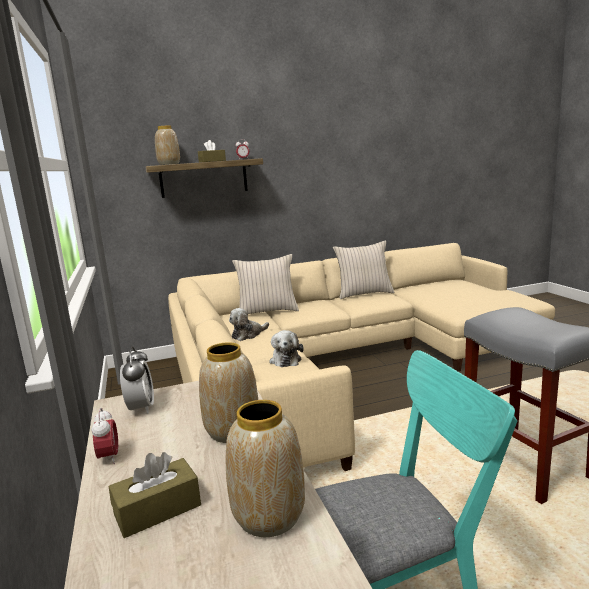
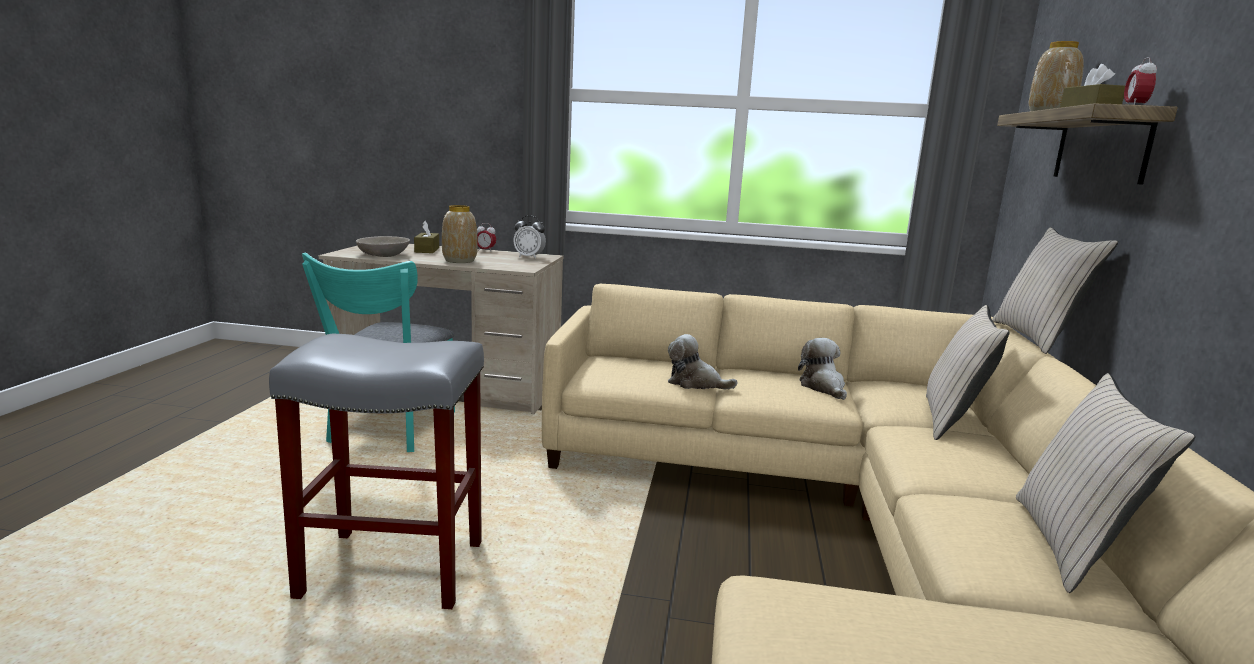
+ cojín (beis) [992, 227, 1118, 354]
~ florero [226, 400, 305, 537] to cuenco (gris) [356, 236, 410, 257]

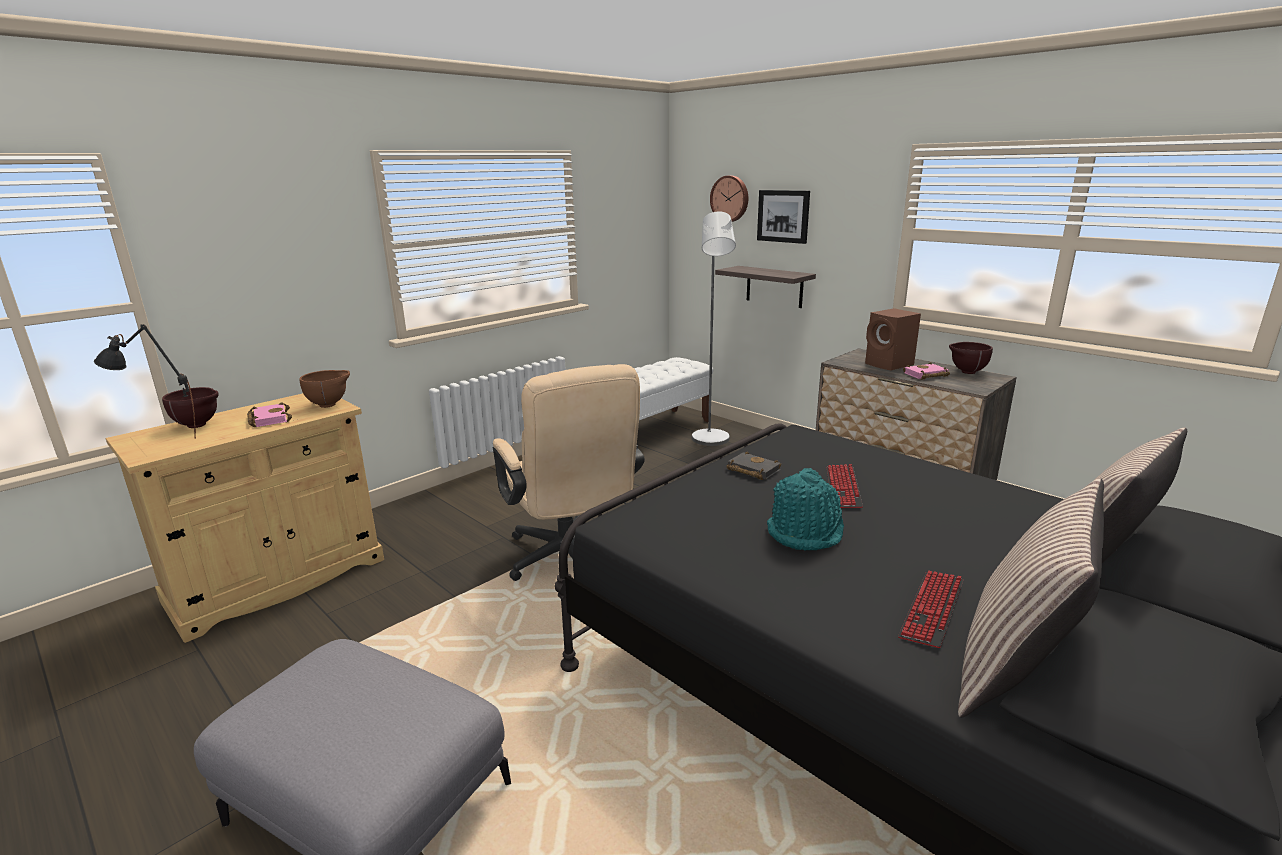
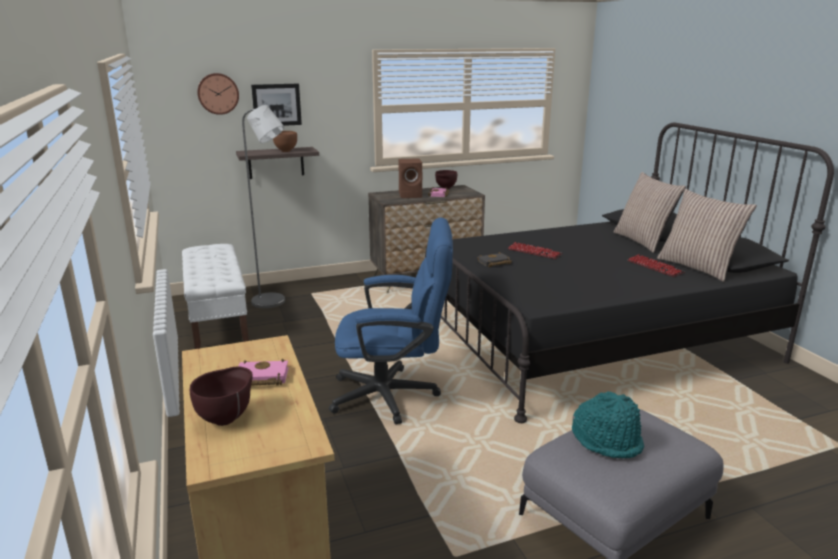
- lámpara de mesa (negro) [94, 324, 196, 439]
~ cuenco (marrón) [299, 370, 350, 408] to [273, 131, 297, 152]
~ sombrero (turquesa) [767, 468, 844, 550] to [572, 391, 644, 458]
~ silla de oficina (beis) [493, 364, 645, 581] to silla de oficina (azul) [329, 218, 453, 424]

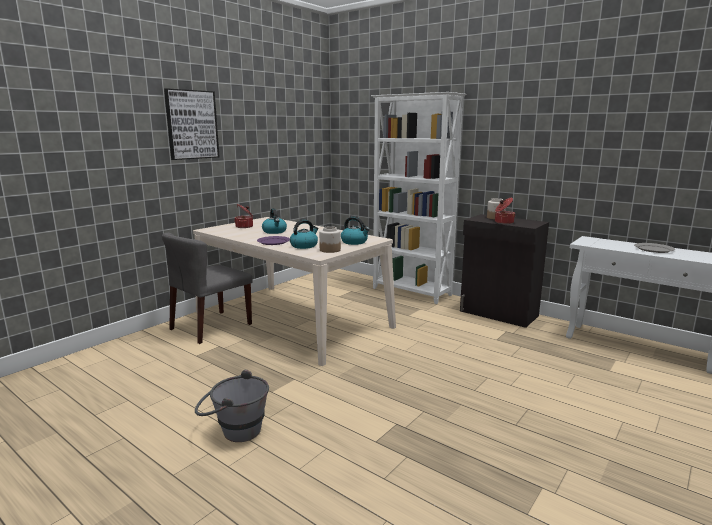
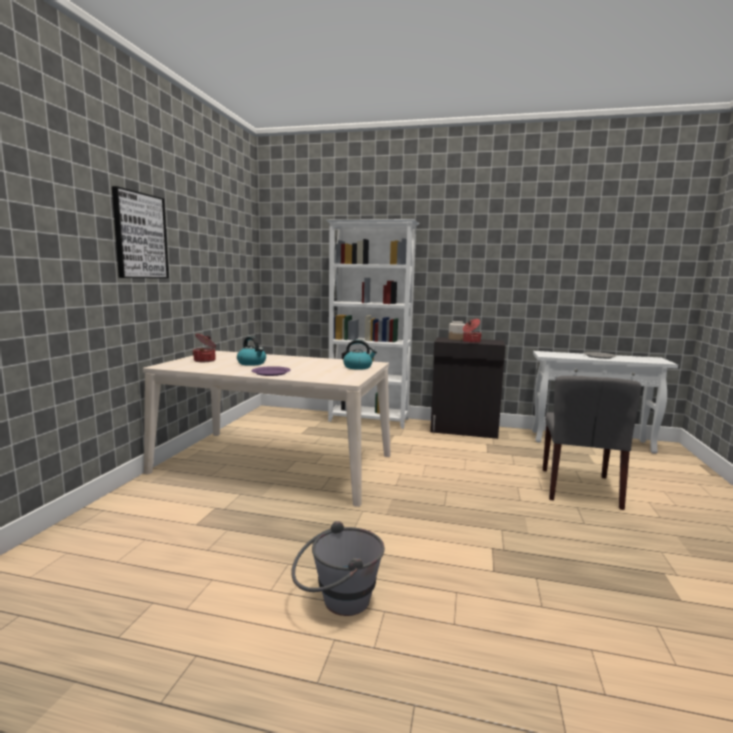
- hervidor [290, 220, 319, 249]
- tarro [319, 226, 341, 253]
~ silla (gris) [162, 233, 253, 344] to [543, 376, 641, 510]

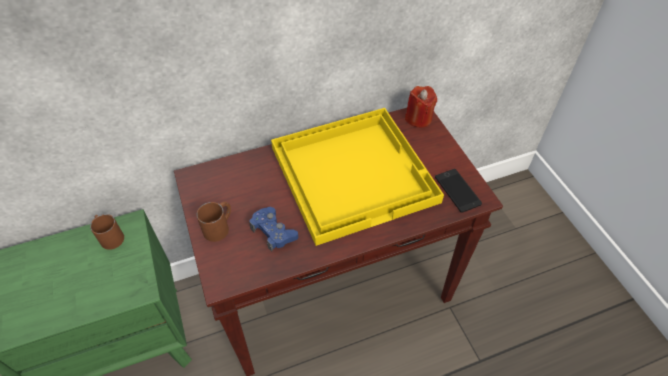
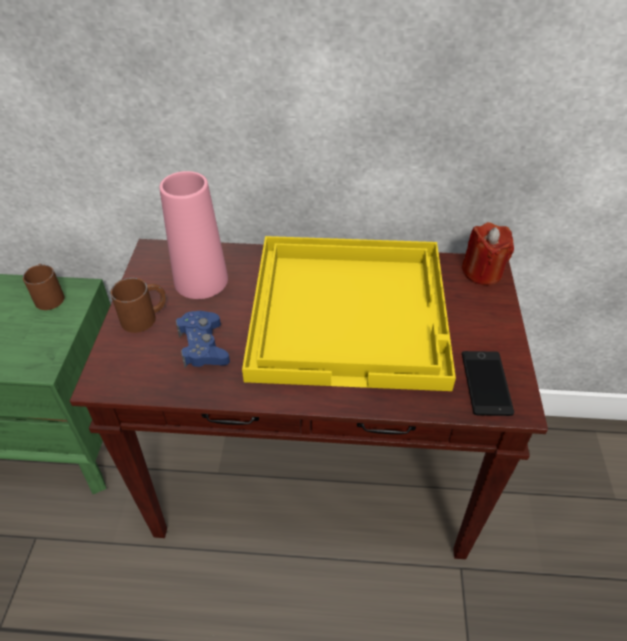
+ florero (rosa) [159, 171, 228, 299]

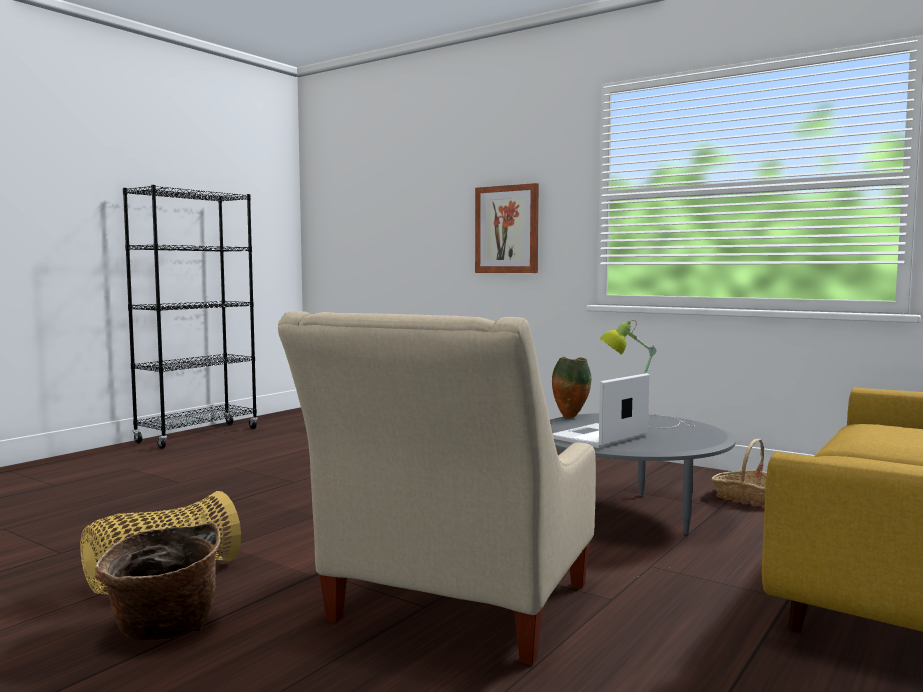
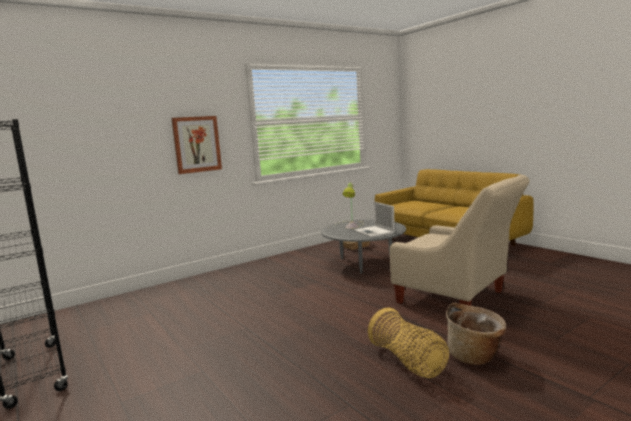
- florero [552, 357, 591, 418]

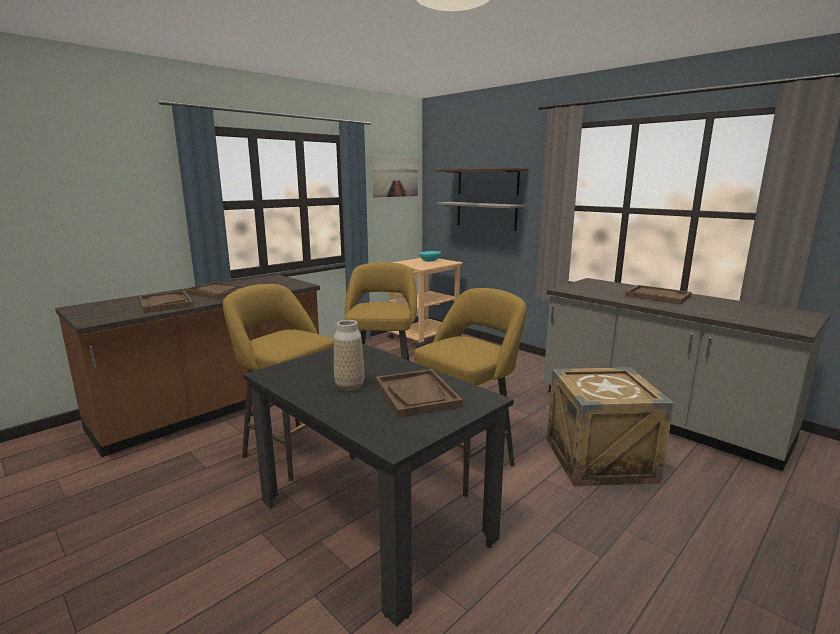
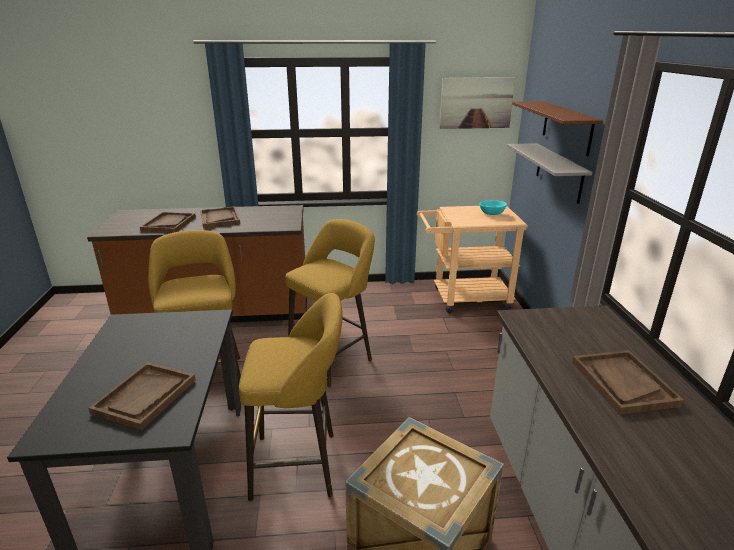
- florero [334, 320, 365, 391]

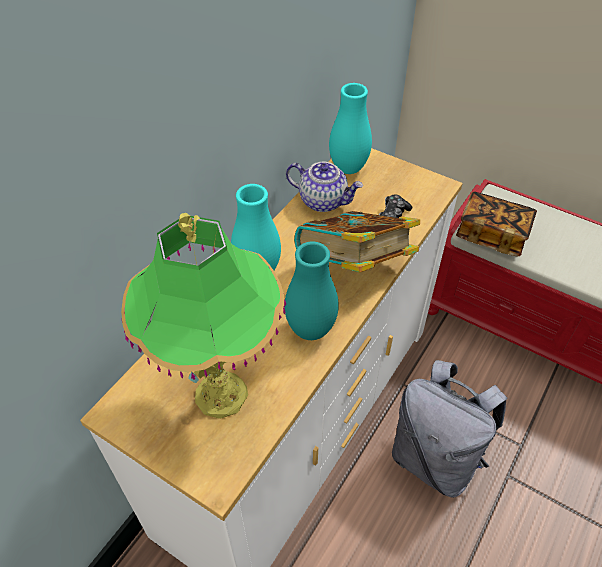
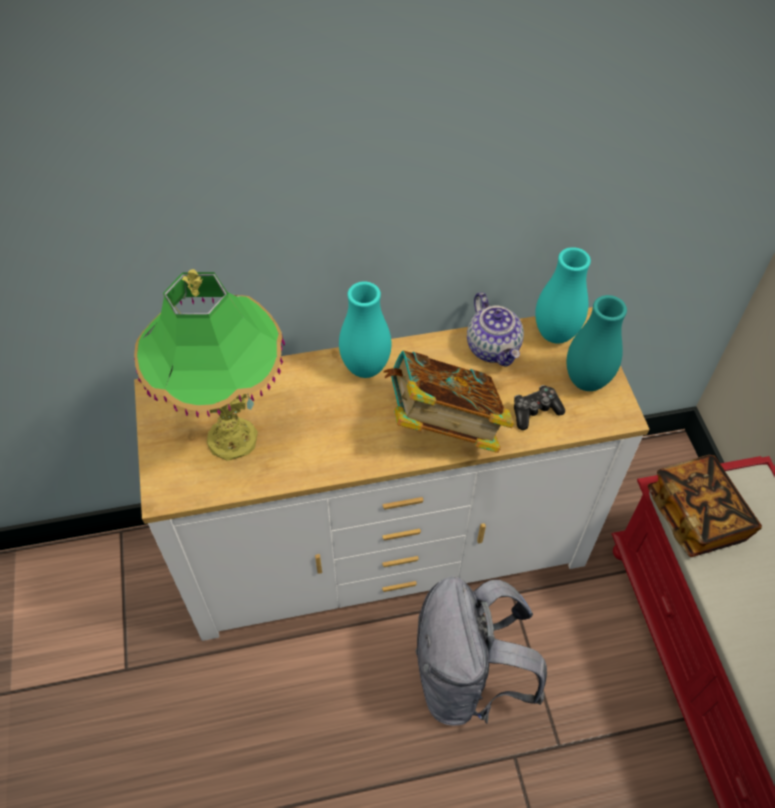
~ florero (turquesa) [284, 242, 339, 340] to [567, 295, 627, 391]

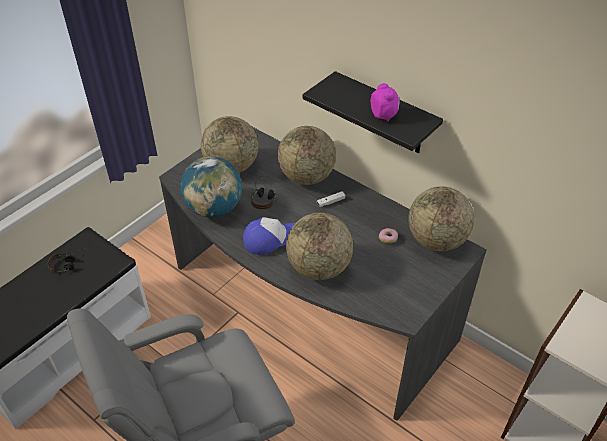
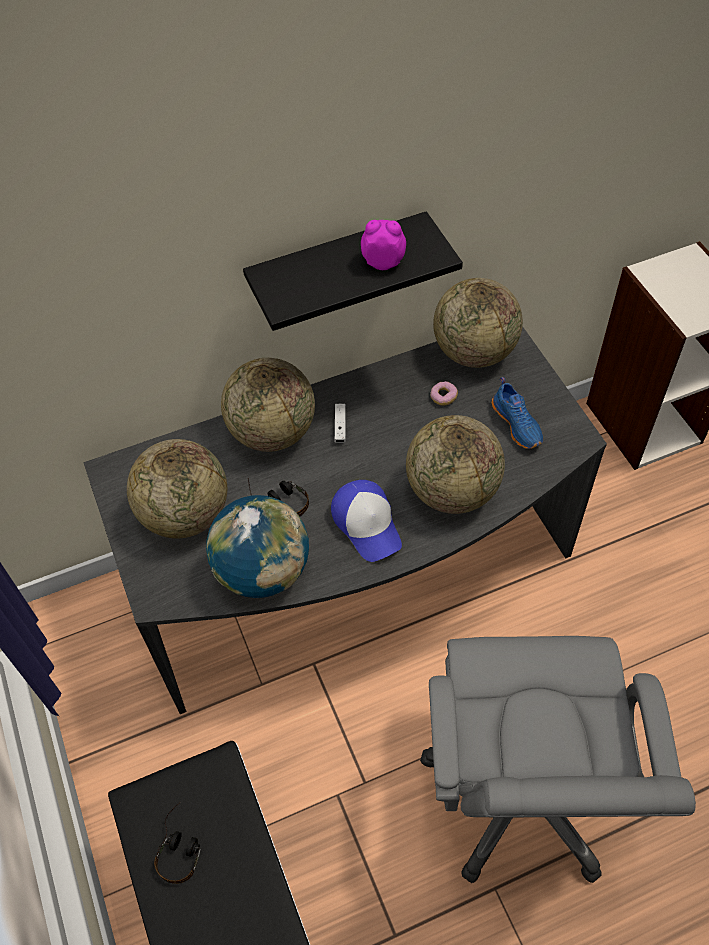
+ zapato (azul) [492, 377, 543, 449]
~ gorra [243, 217, 295, 255] = [331, 480, 402, 562] 150 degrees clockwise

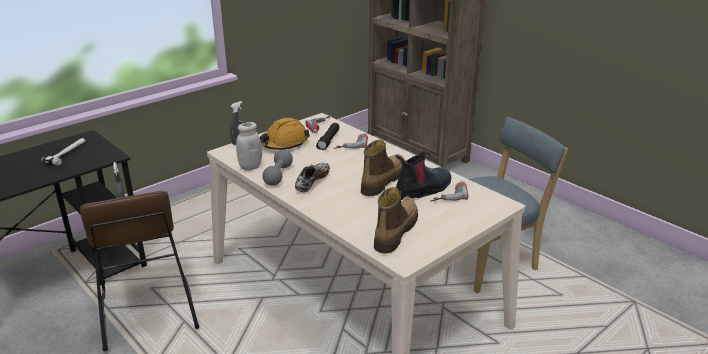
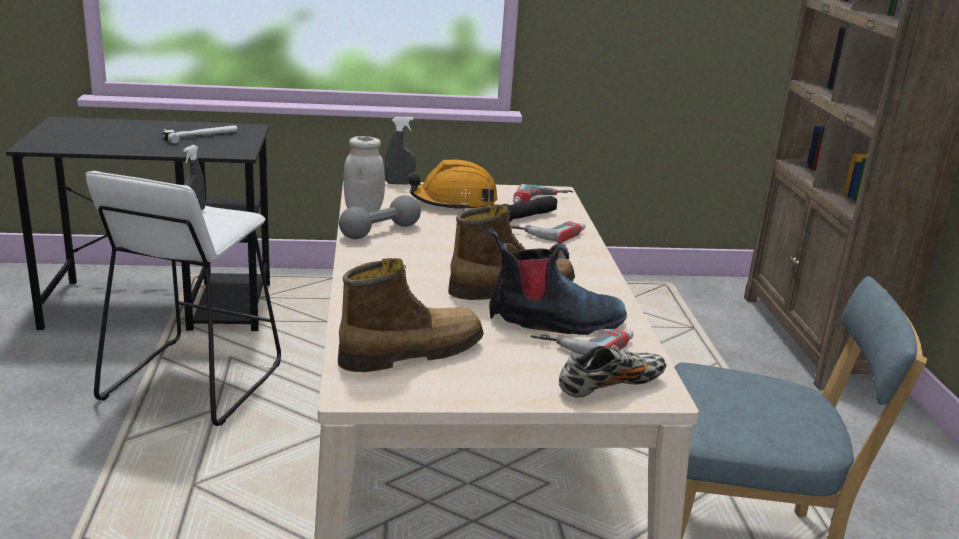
~ zapato [295, 163, 330, 192] to [559, 345, 666, 398]
~ taburete (marrón) [80, 190, 199, 352] to taburete (blanco) [86, 171, 281, 426]

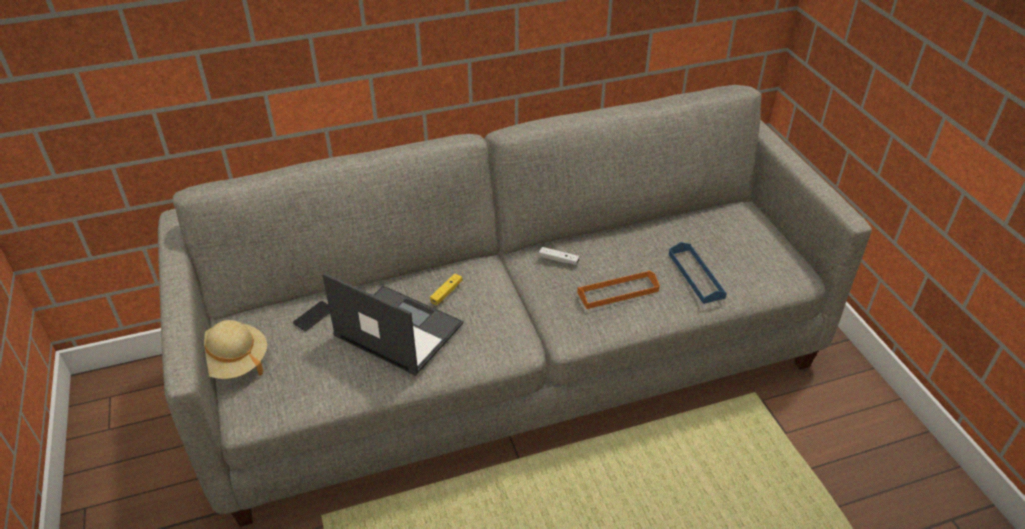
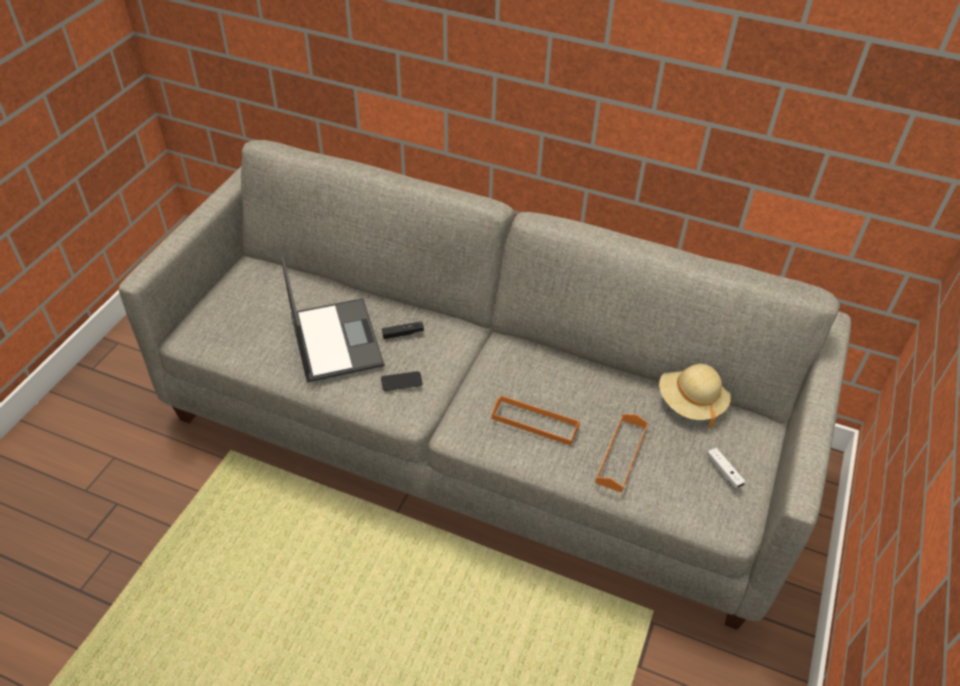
~ sombrero (beis) [204, 320, 267, 379] to [659, 364, 731, 428]
~ móvil [293, 301, 330, 331] to [381, 371, 423, 391]
~ mando de consola (blanco) [539, 247, 579, 265] to [707, 448, 746, 488]
~ mando de consola (amarillo) [430, 273, 463, 305] to mando de consola (negro) [382, 321, 424, 339]
~ bandeja (azul) [669, 242, 727, 304] to bandeja (naranja) [595, 414, 648, 493]

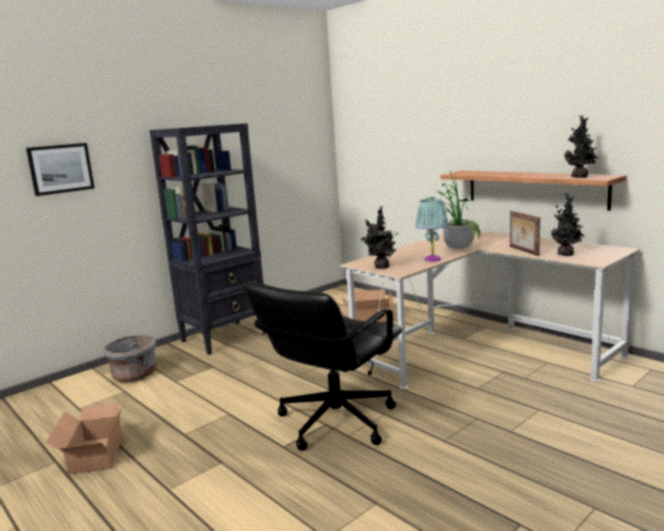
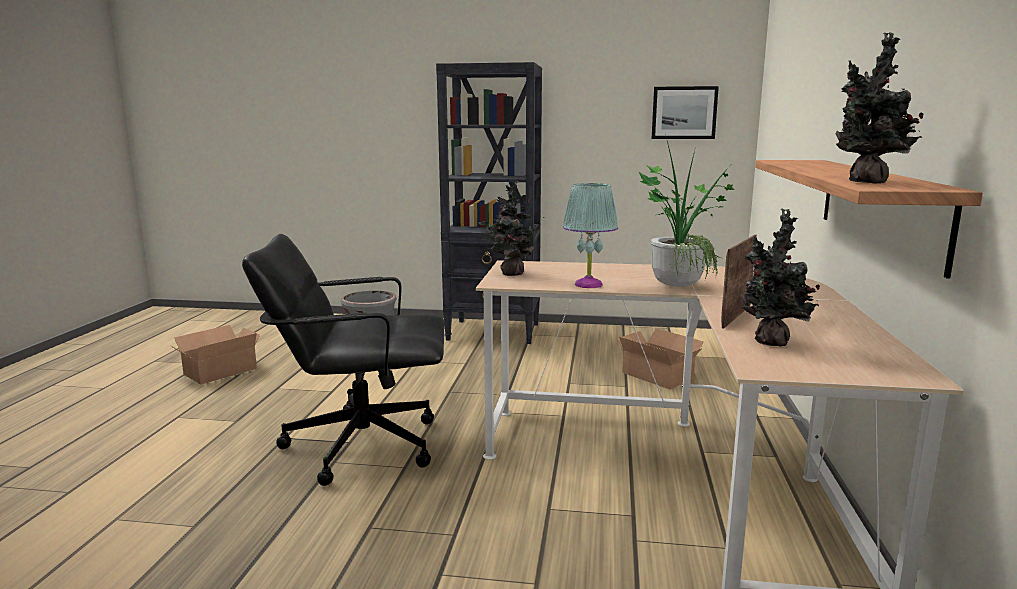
~ cuadro [26, 143, 95, 196] to [652, 86, 719, 139]

